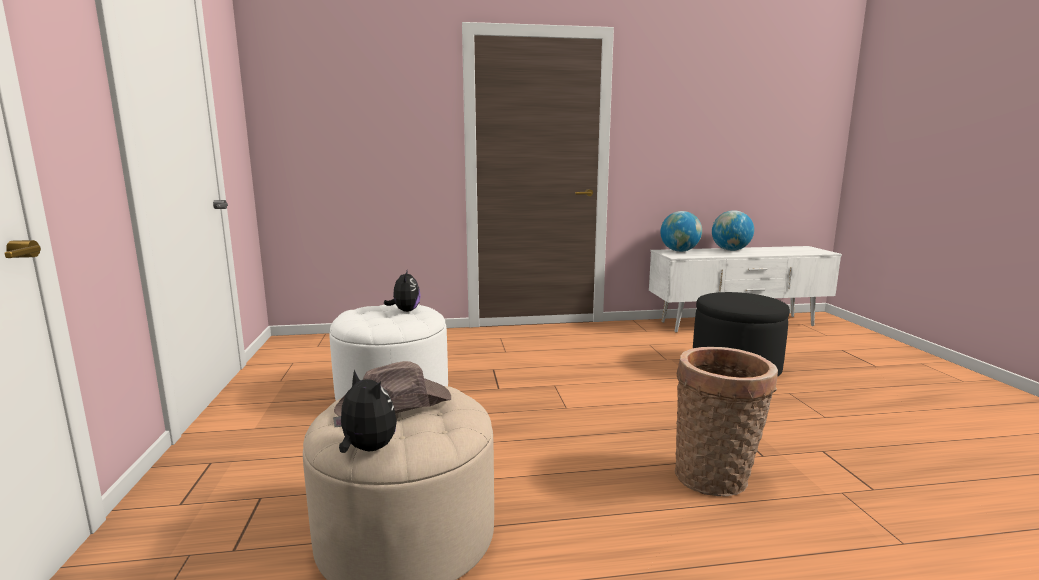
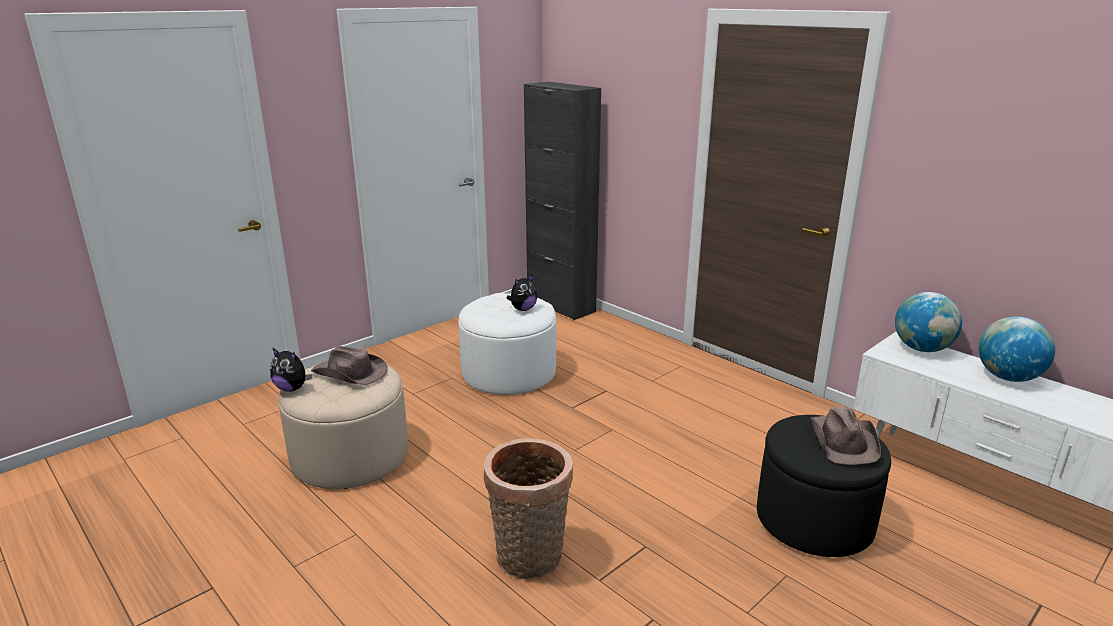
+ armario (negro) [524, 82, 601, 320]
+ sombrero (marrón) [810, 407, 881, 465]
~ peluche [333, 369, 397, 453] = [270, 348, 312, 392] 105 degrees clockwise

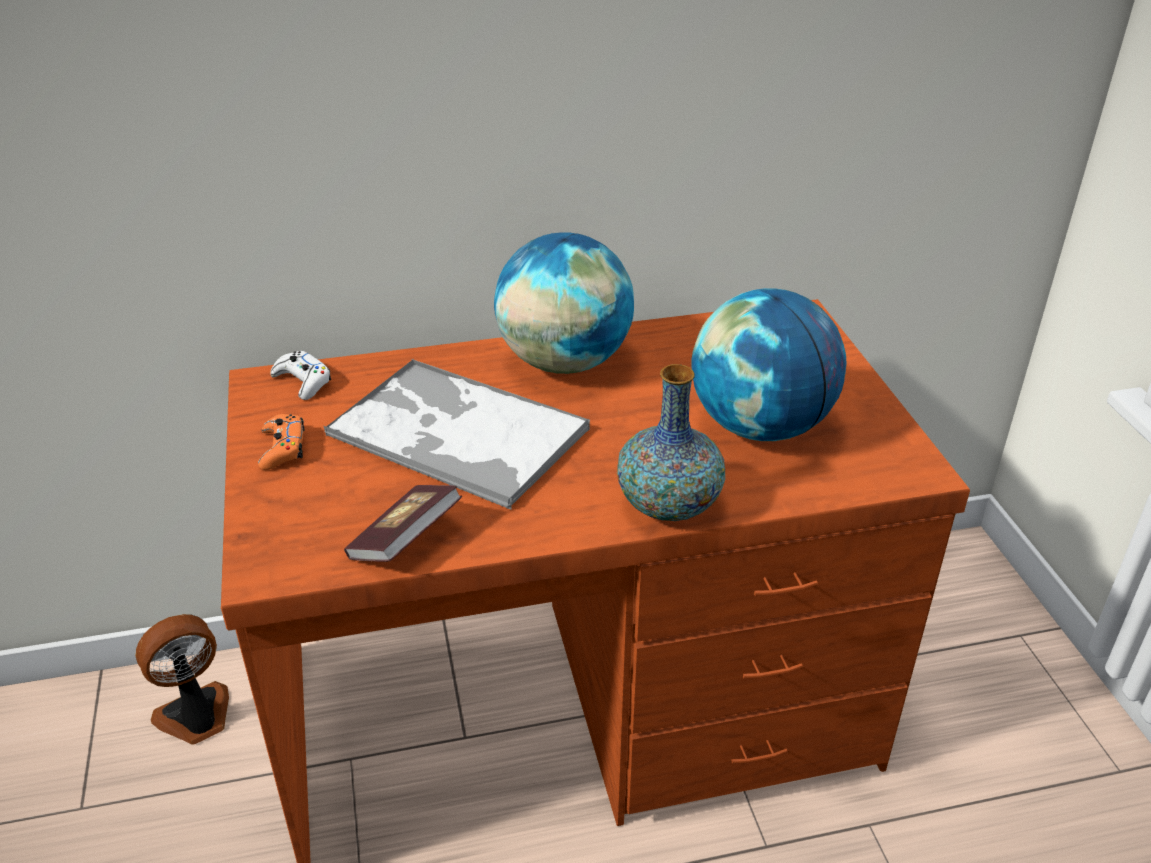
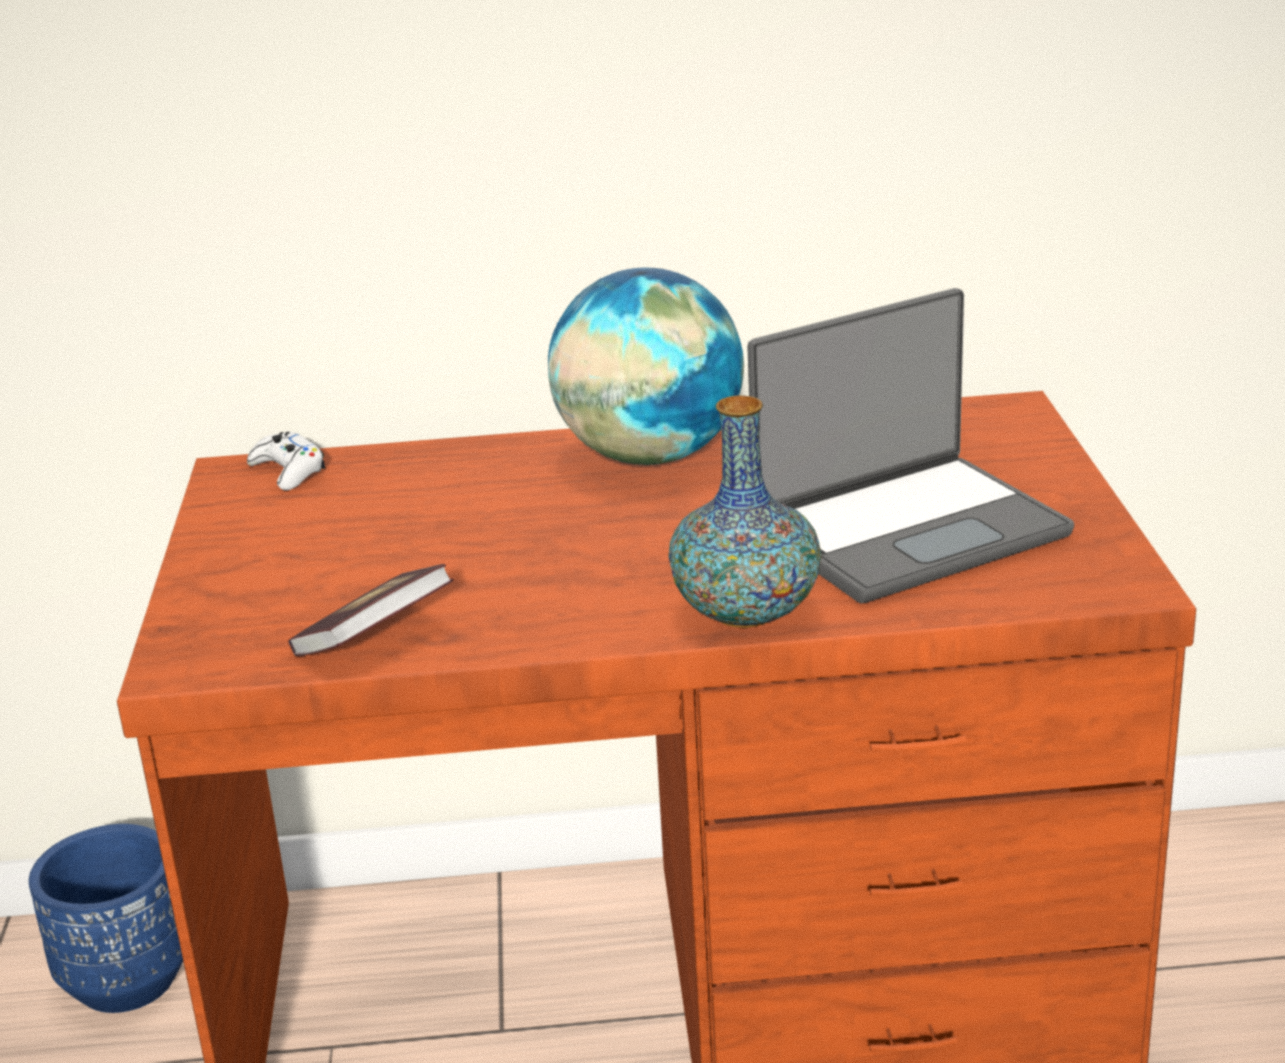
- mando de consola (naranja) [258, 414, 304, 470]
- bandeja [324, 359, 590, 510]
~ ventilador [135, 614, 229, 744] to maceta (azul) [29, 824, 183, 1013]
~ globo terráqueo [692, 288, 847, 441] to portátil [748, 288, 1074, 603]

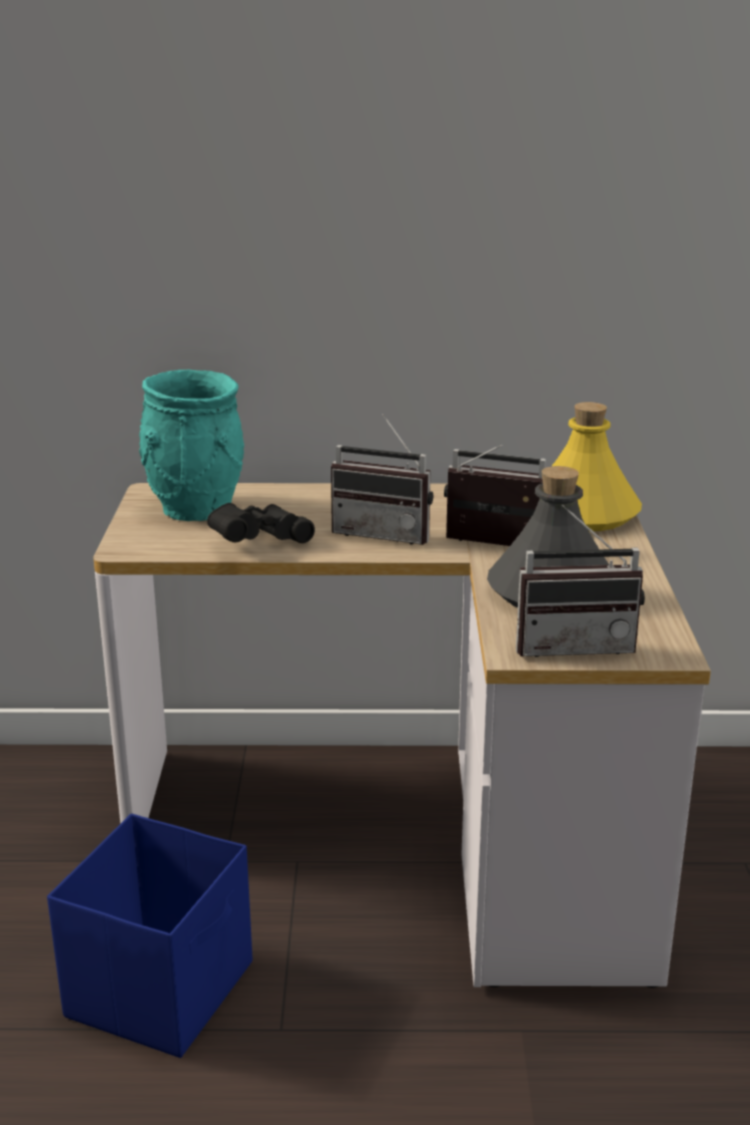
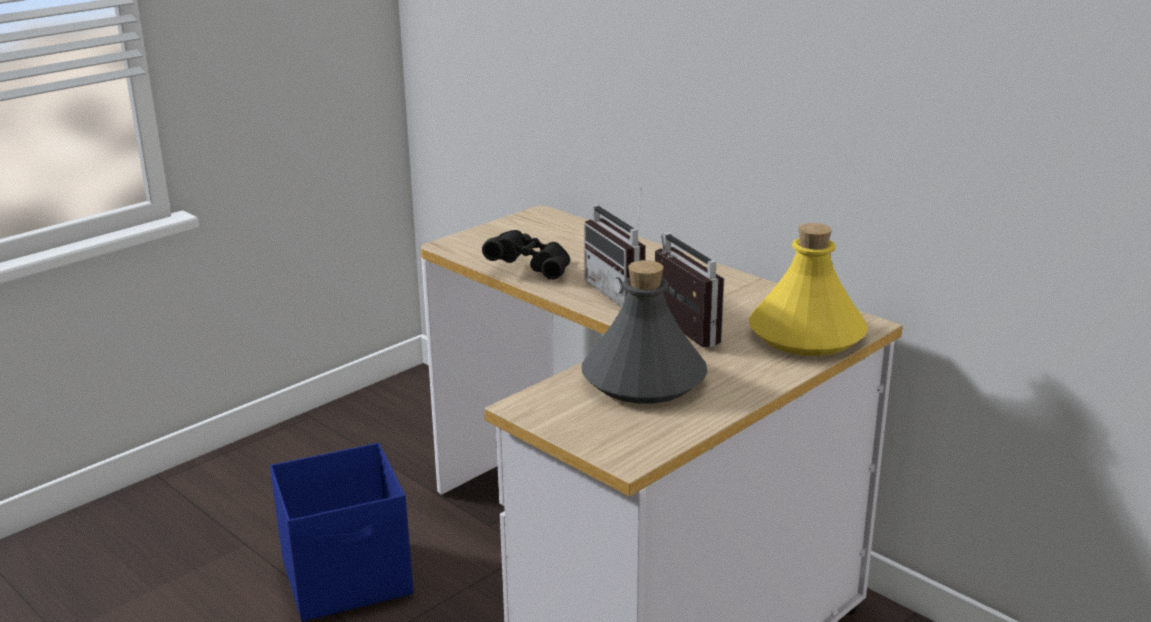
- florero (turquesa) [139, 370, 244, 521]
- radio [516, 505, 645, 657]

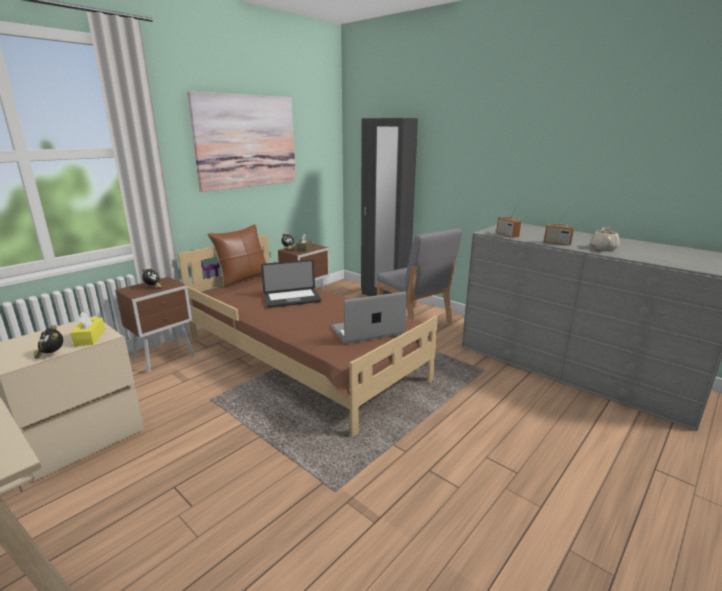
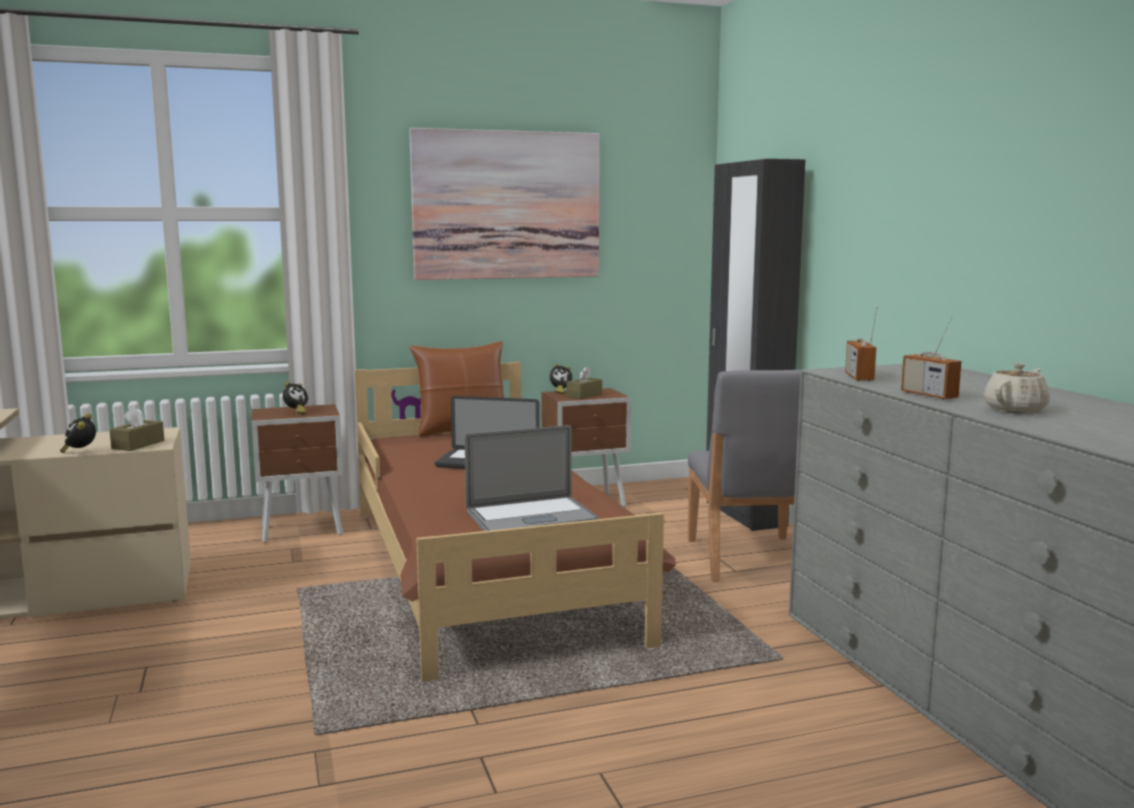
~ caja de pañuelos (amarillo) [71, 311, 105, 346] to caja de pañuelos (marrón) [110, 406, 164, 451]
~ portátil [331, 292, 407, 344] = [465, 425, 599, 531] 150 degrees clockwise

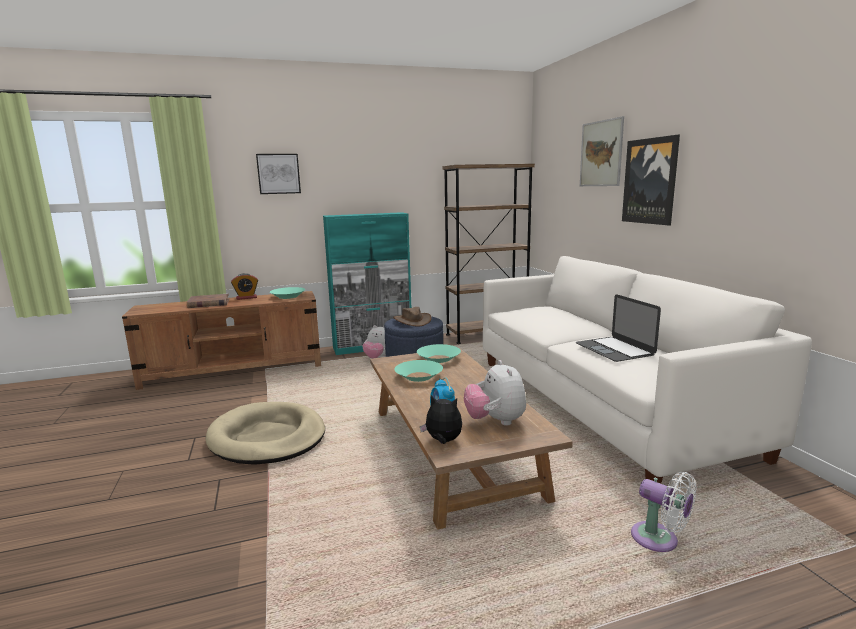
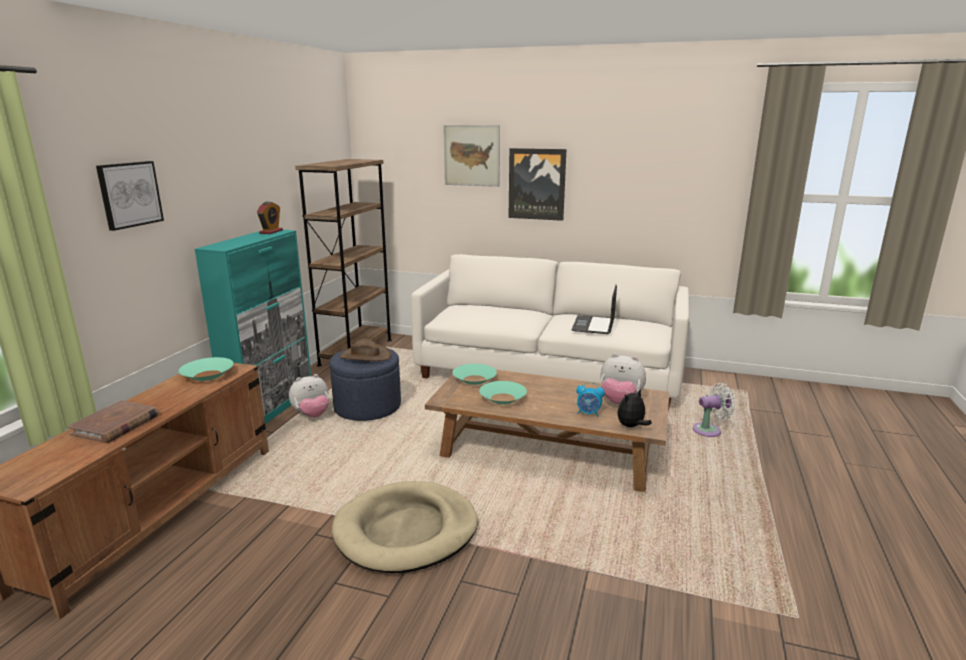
~ despertador [231, 273, 258, 300] to [257, 201, 283, 234]
~ portátil [576, 294, 661, 362] = [571, 285, 617, 334] 90 degrees clockwise

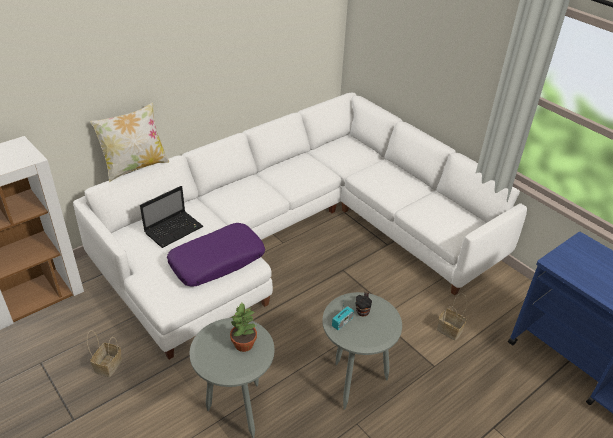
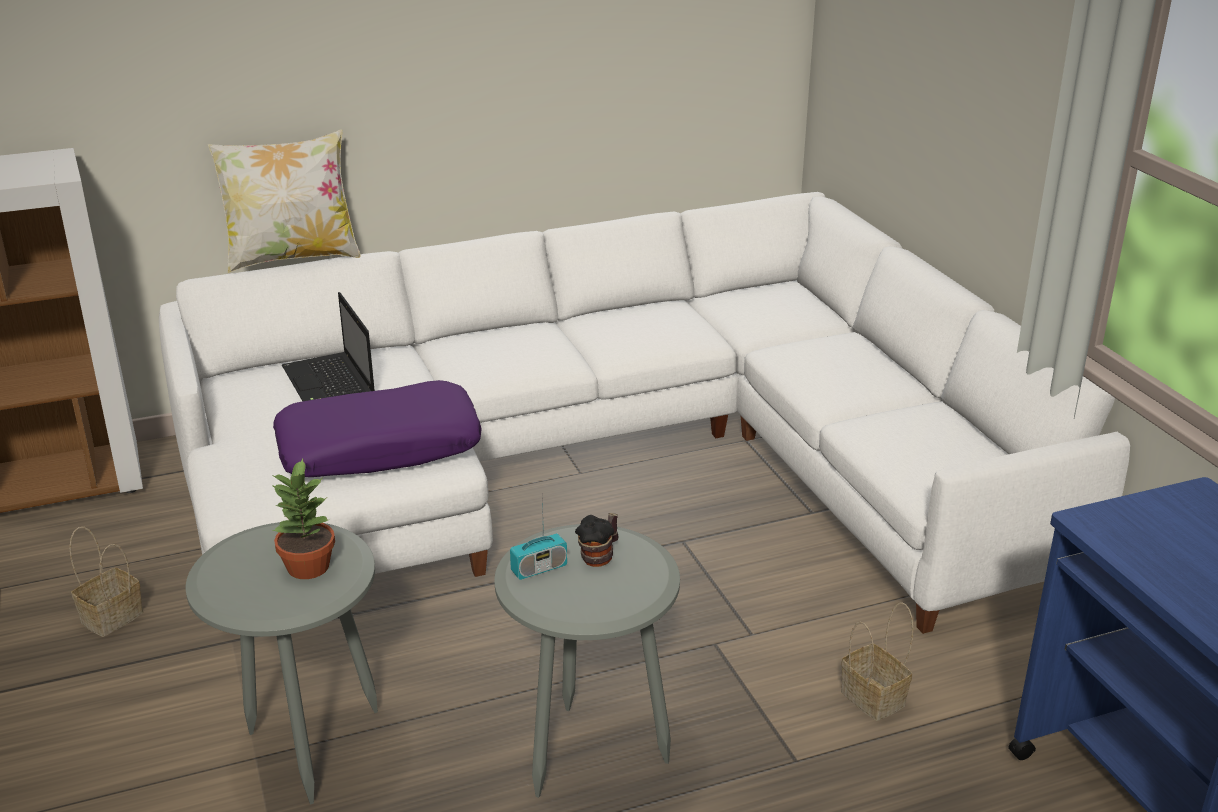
~ portátil [140, 186, 203, 248] = [282, 292, 375, 401] 90 degrees clockwise

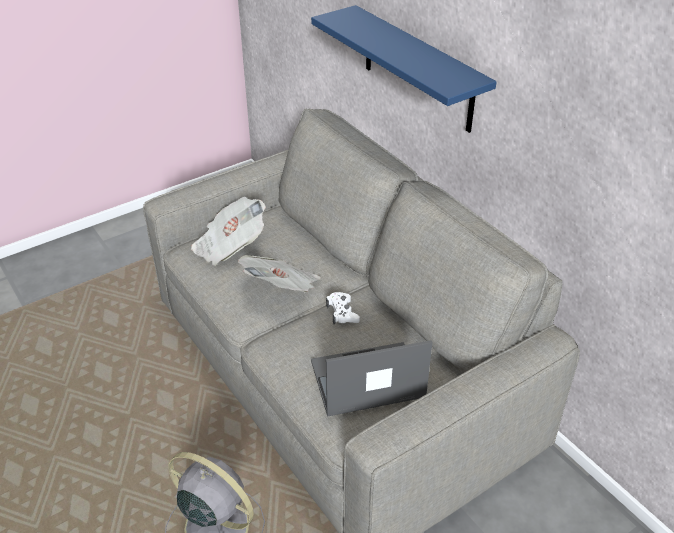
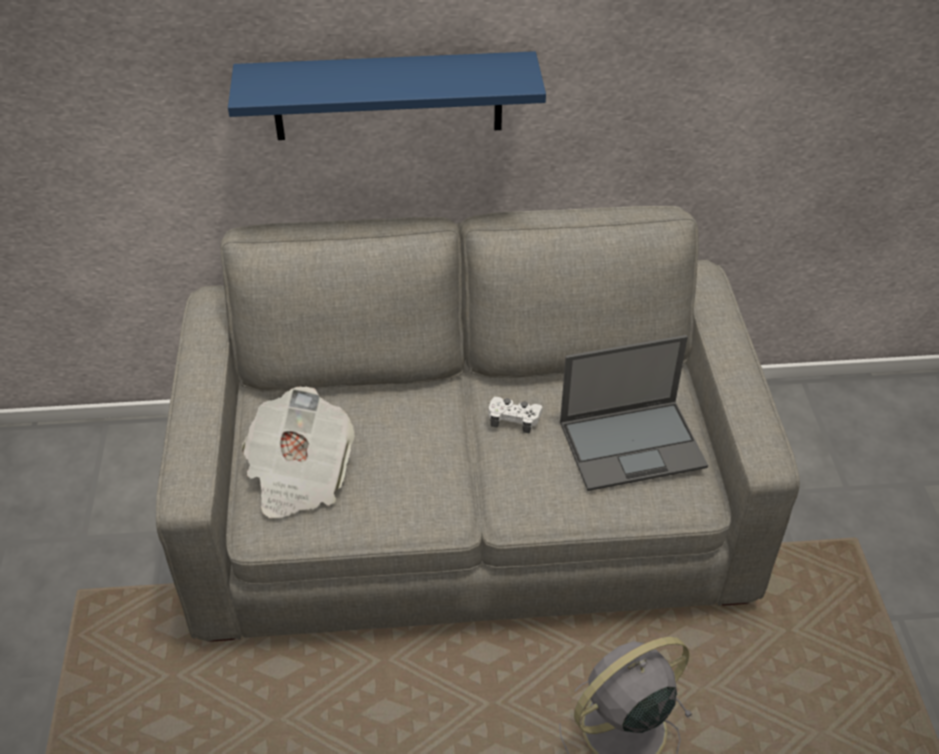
- periódico [238, 255, 321, 292]
~ portátil [311, 340, 432, 417] = [560, 335, 708, 491] 120 degrees counterclockwise

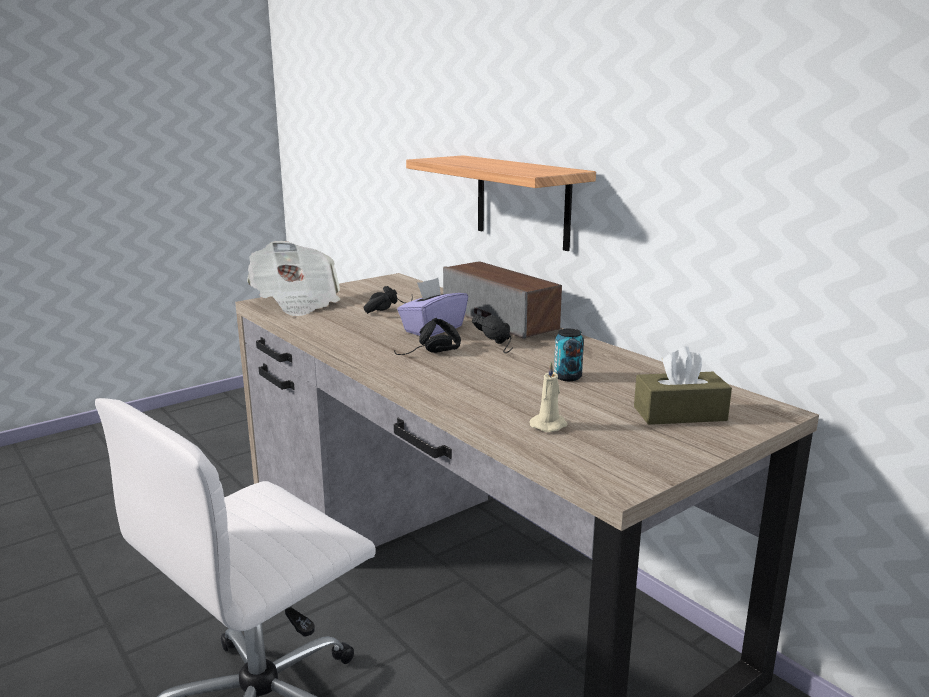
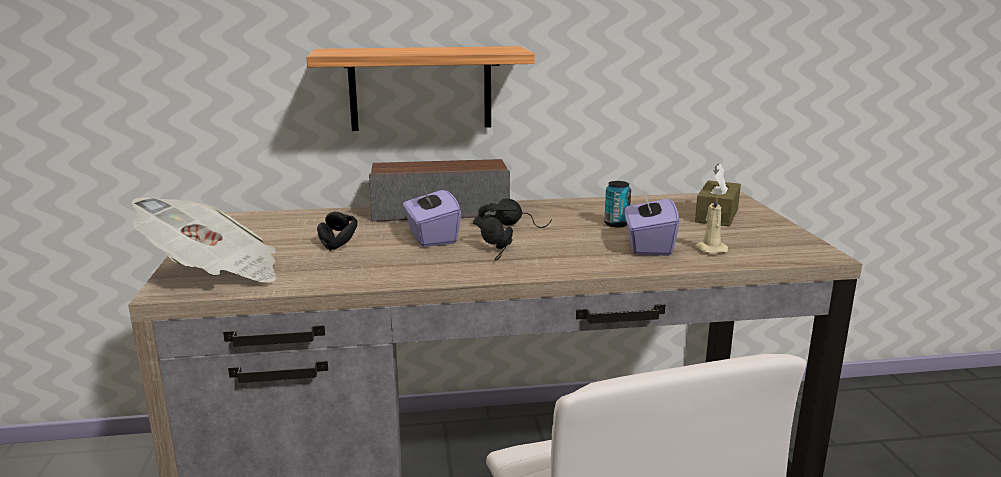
+ caja de pañuelos (morado) [624, 188, 679, 256]

